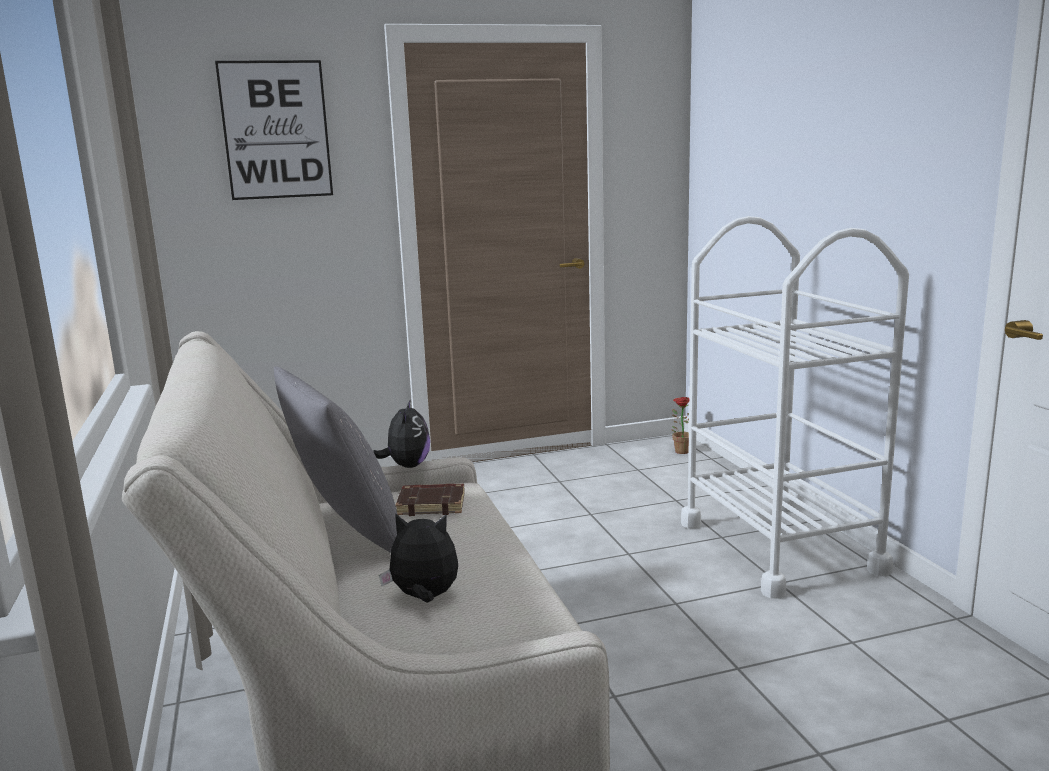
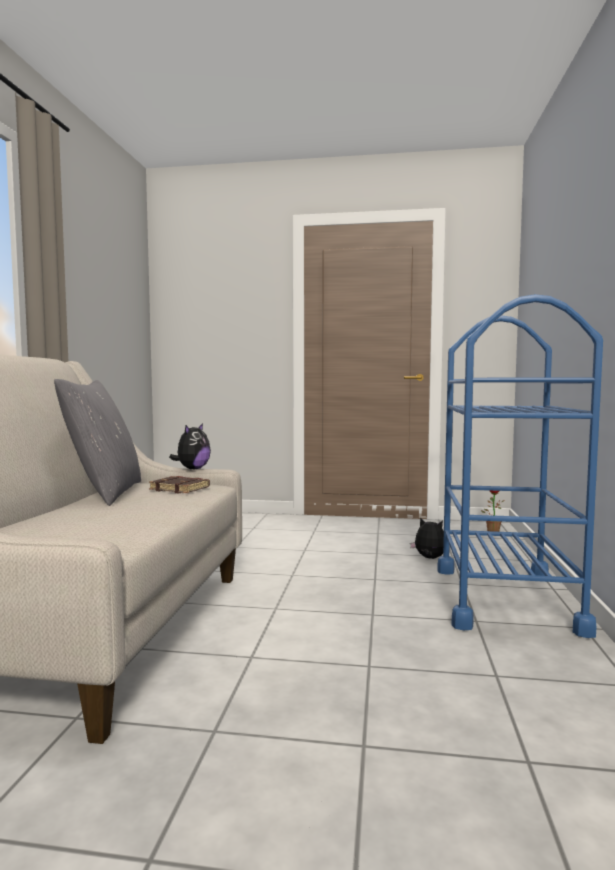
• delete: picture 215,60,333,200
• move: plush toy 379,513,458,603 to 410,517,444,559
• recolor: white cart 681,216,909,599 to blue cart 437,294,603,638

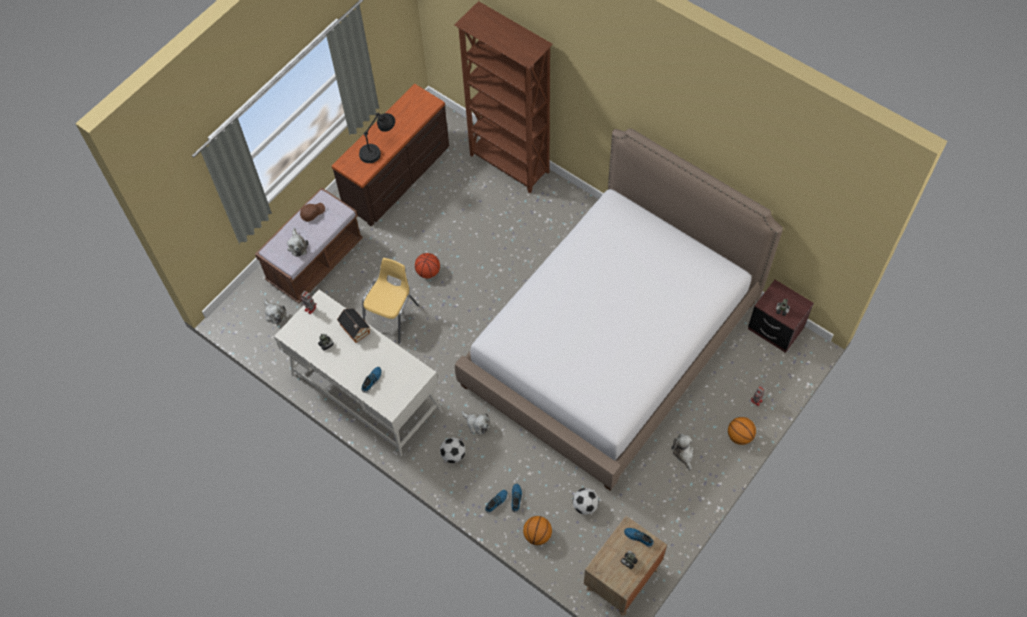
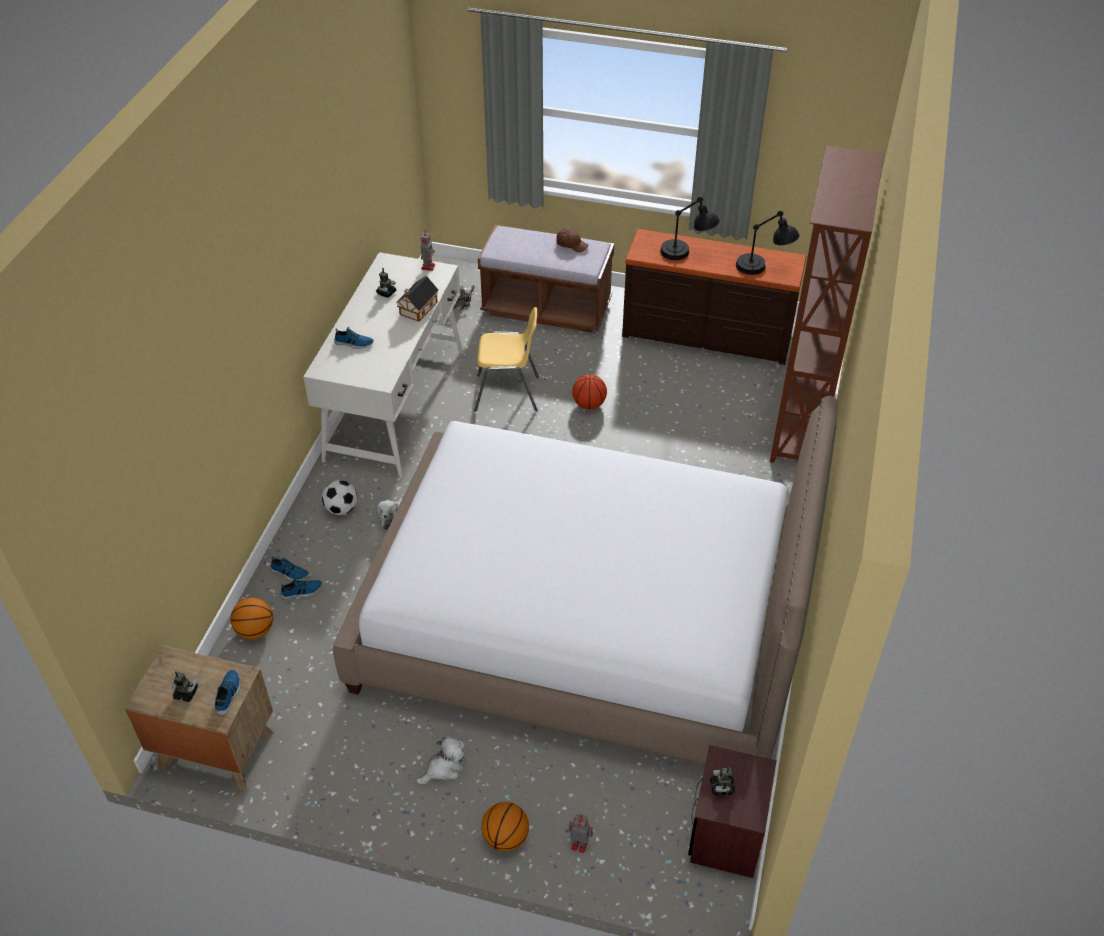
• delete: plush toy 287,228,309,257
• delete: football 573,488,599,515
• insert: black table lamp 736,210,800,275

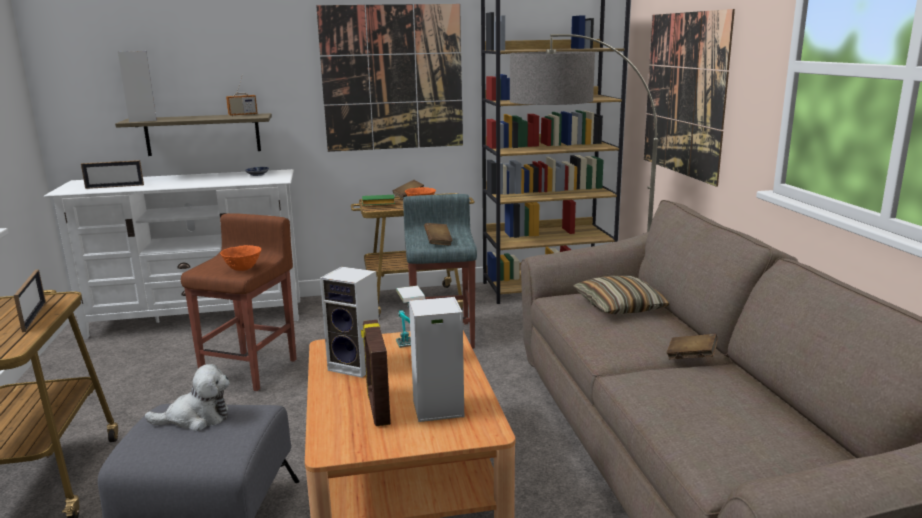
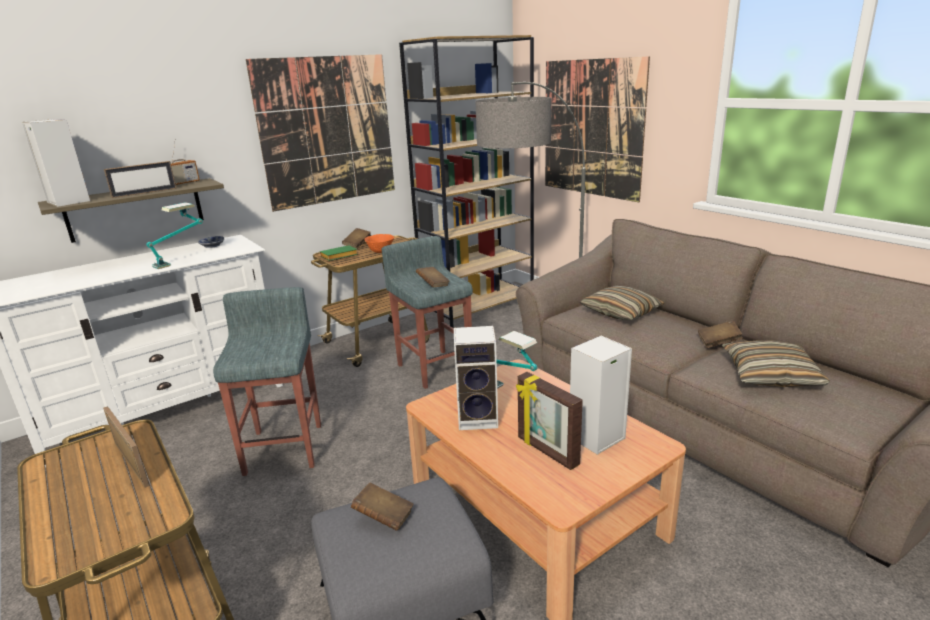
• delete: orange bowl 220,245,261,271
• insert: table lamp 146,202,203,269
• insert: pillow 722,340,830,387
• move: picture frame 81,160,144,189 to 104,161,177,198
• replace: plush toy 145,364,230,431 to brown book 351,483,414,531
• recolor: brown stool 181,213,297,391 to grey stool 213,287,321,476

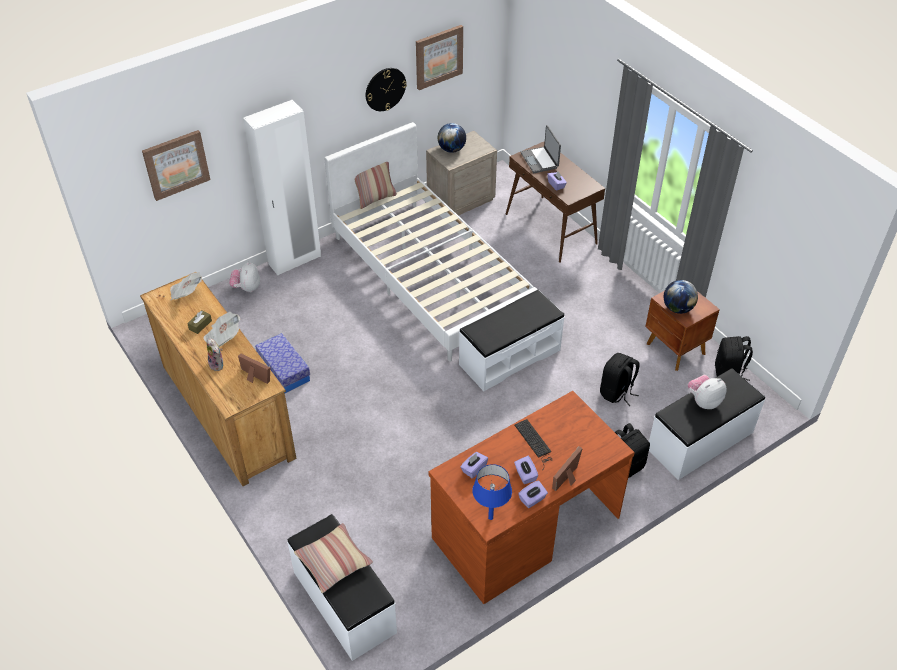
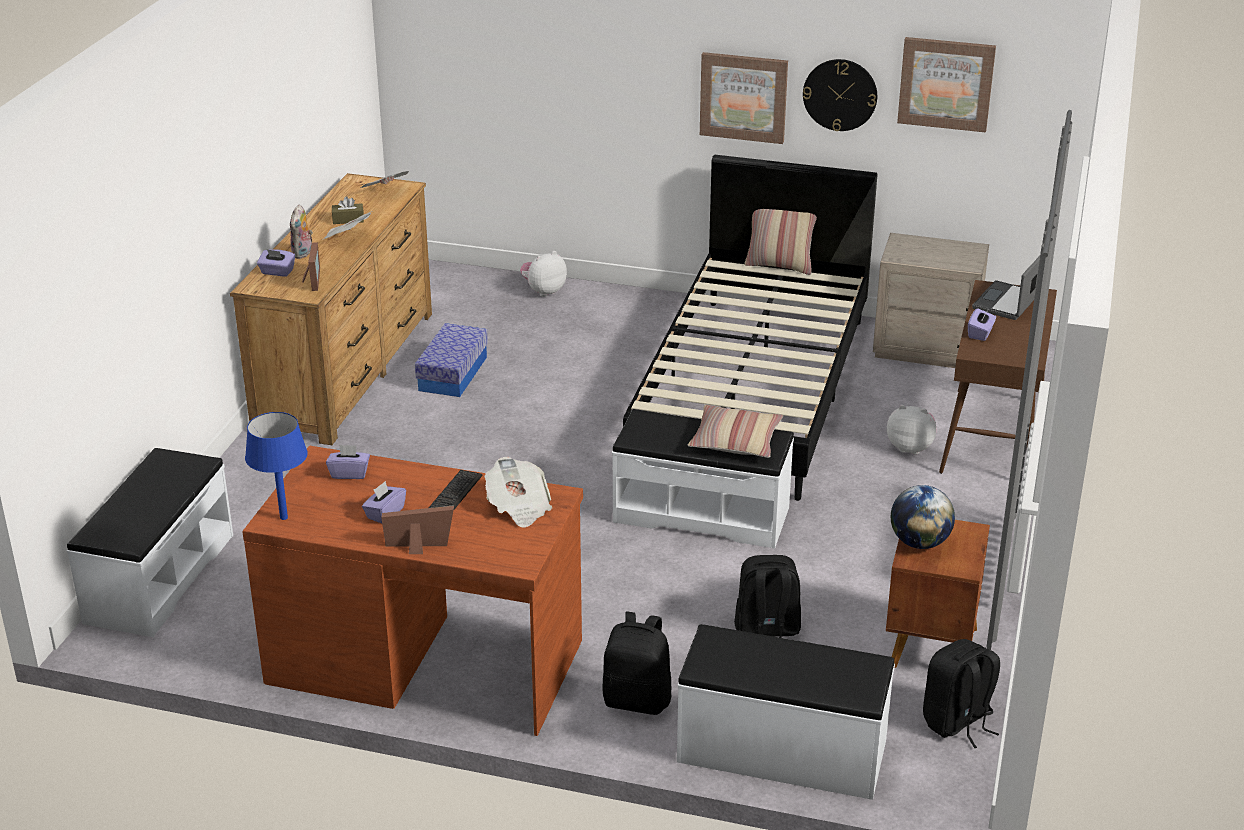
• delete: white wardrobe 243,100,321,275
• delete: globe 438,123,466,153
• insert: newspaper 485,457,552,528
• move: picture 142,130,210,201 to 700,52,788,144
• move: pillow 294,523,373,593 to 688,405,783,458
• move: purple tissue box 518,480,548,508 to 257,249,295,277
• move: plush toy 688,375,727,409 to 887,405,936,455
• recolor: white bed 324,122,538,362 to black bed 623,155,877,501

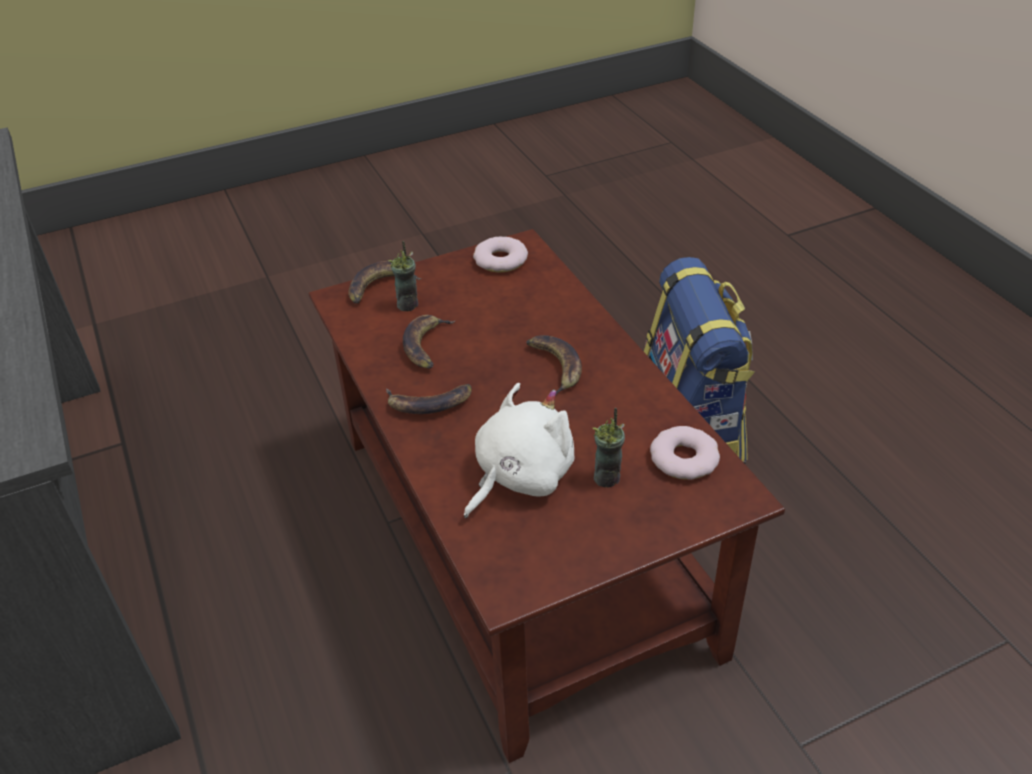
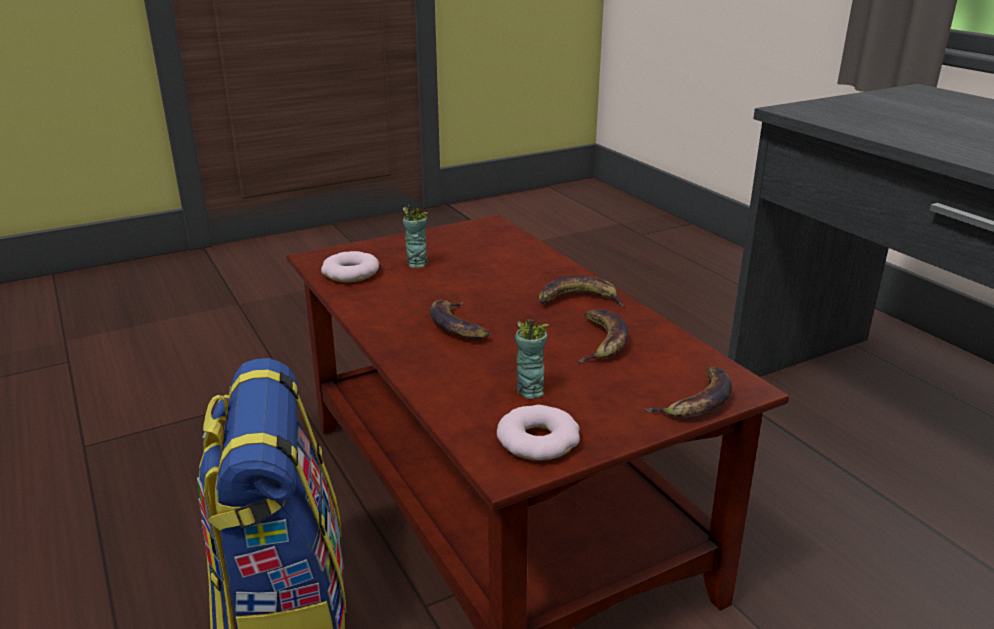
• delete: white plush toy 464,383,575,518
• move: cup 388,241,418,311 to 515,319,550,399

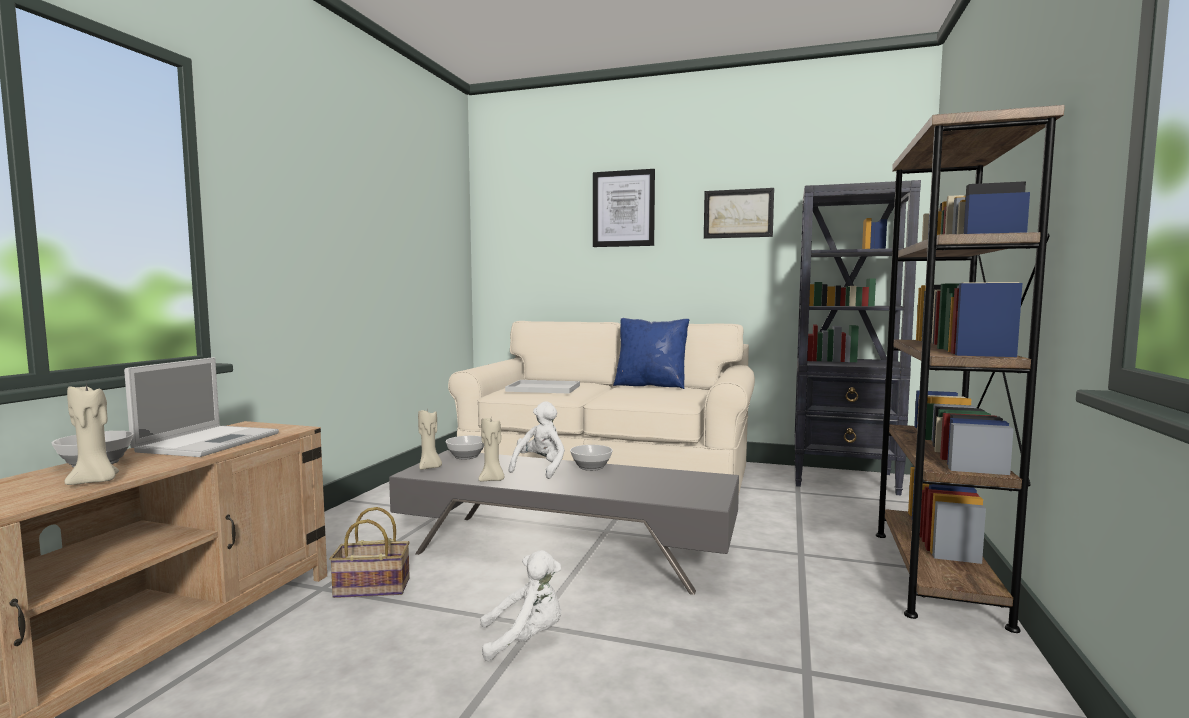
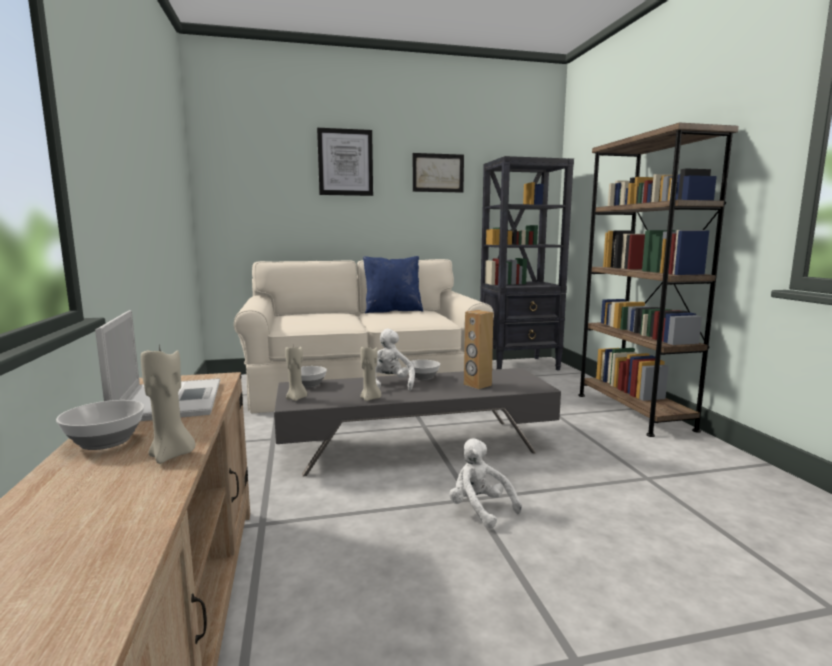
• delete: basket 329,507,410,598
• delete: white tray 505,380,580,394
• insert: brown speaker 464,310,493,389
• rotate: white plush toy 480,550,561,661 = 449,438,522,529 90 degrees counterclockwise

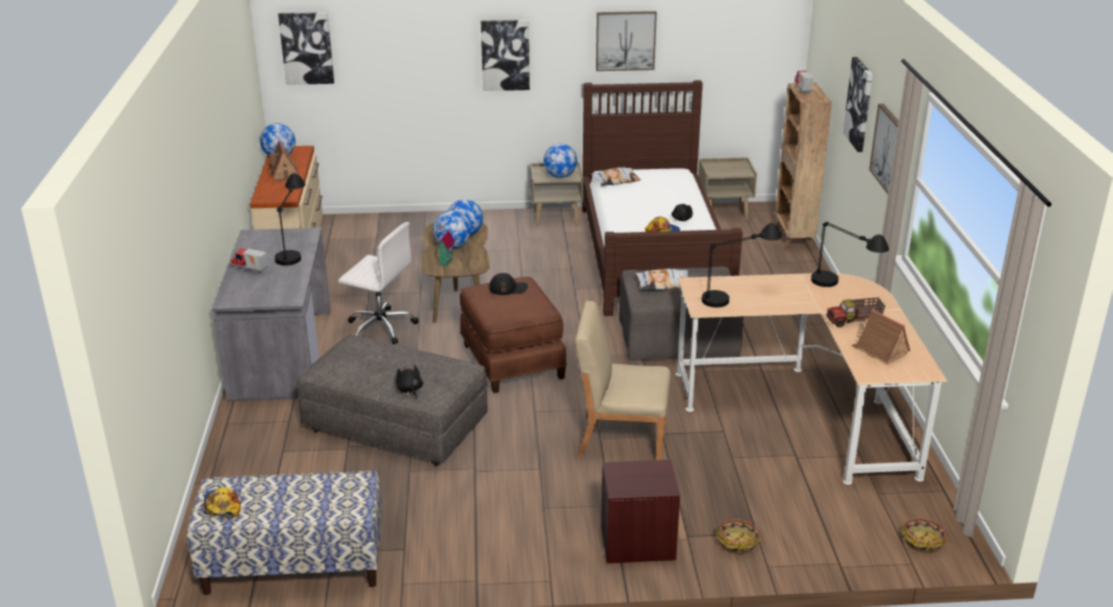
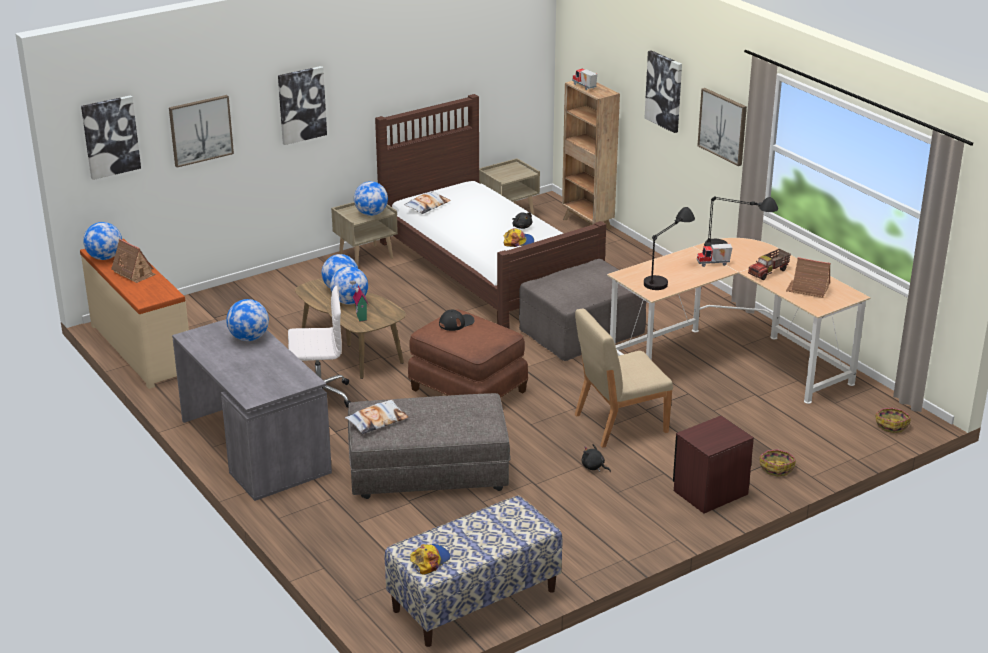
• move: toy truck 231,248,268,275 to 697,244,732,267
• move: black plush toy 396,365,423,399 to 582,444,611,472
• move: picture 596,11,657,71 to 169,95,234,168
• move: pillow 635,269,688,290 to 345,400,408,434
• replace: black table lamp 275,173,306,266 to globe 226,299,269,341
• rotate: cap 204,487,241,518 = 410,544,451,574 90 degrees clockwise

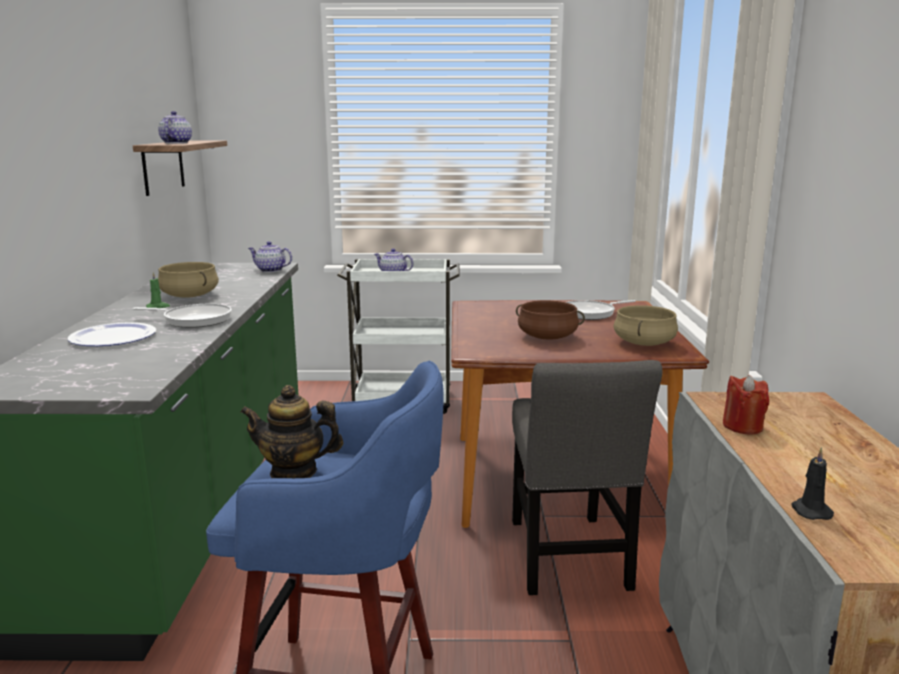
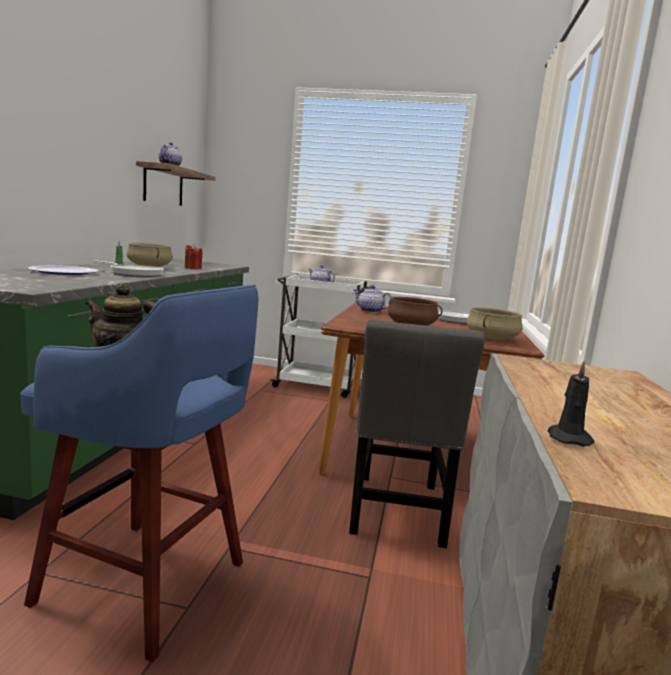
• move: teapot 248,241,292,272 to 354,285,392,313
• move: red candle 723,375,769,435 to 185,244,202,269

